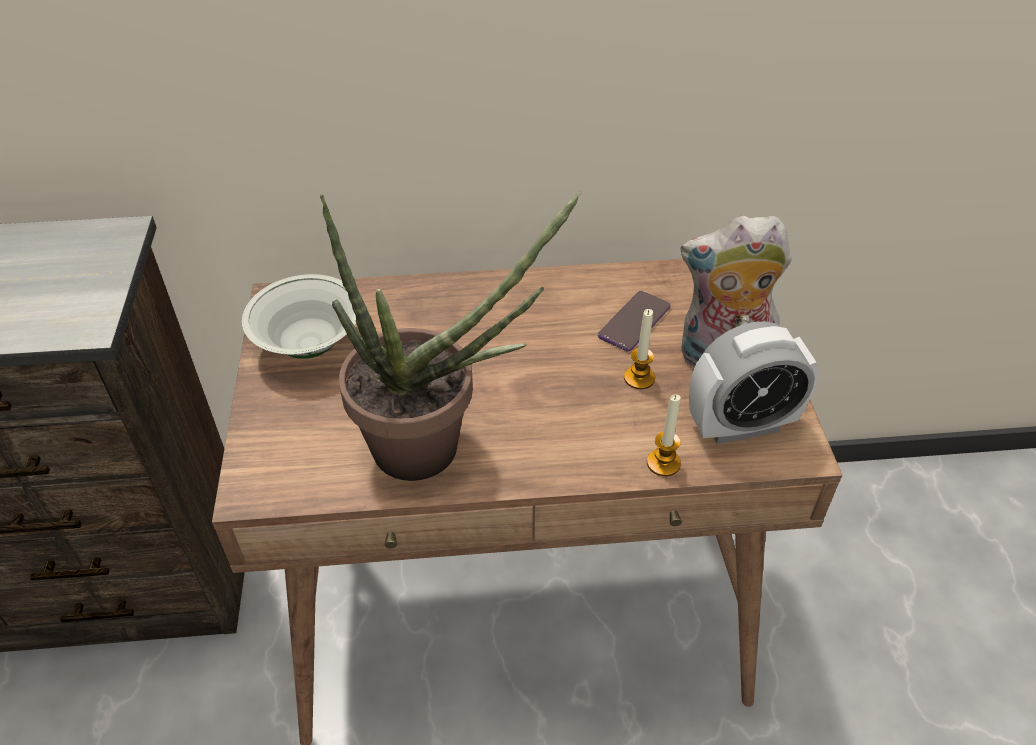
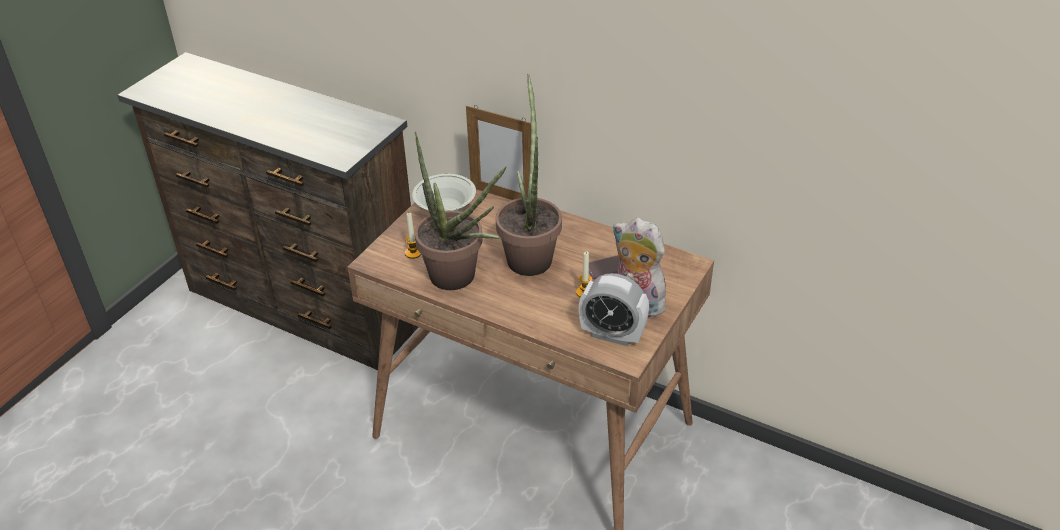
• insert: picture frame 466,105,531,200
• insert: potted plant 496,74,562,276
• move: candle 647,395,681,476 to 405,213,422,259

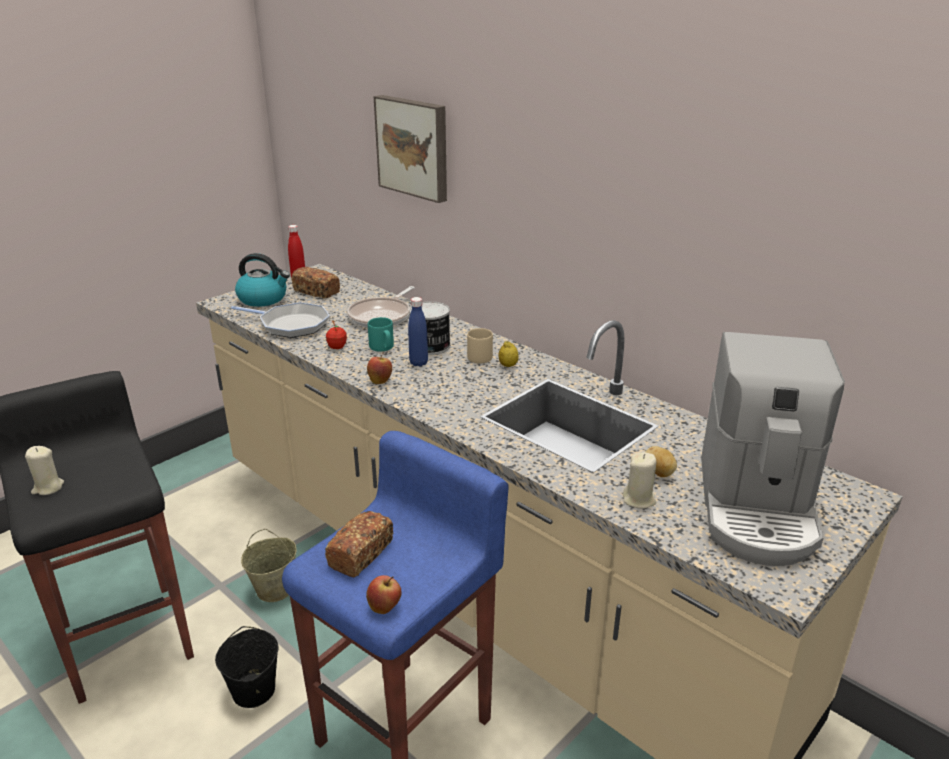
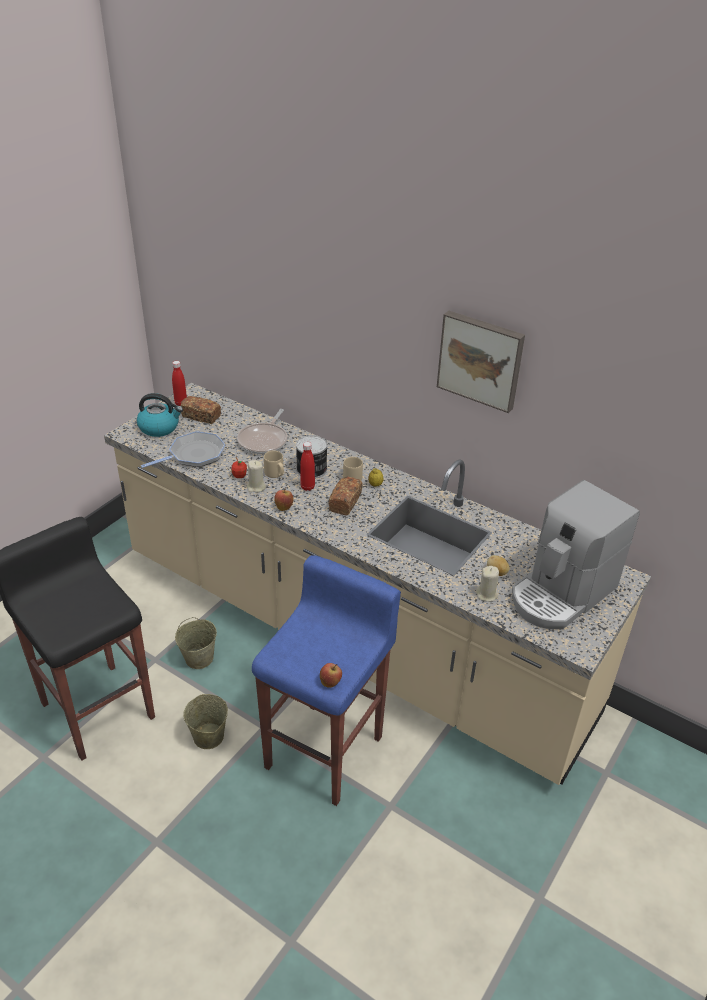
• move: beige candle 25,446,64,495 to 247,460,266,492
• move: bread 325,511,393,577 to 329,477,363,515
• move: picture 374,95,447,203 to 437,311,525,413
• recolor: black bucket 215,626,279,708 to beige bucket 183,694,228,749
• recolor: turquoise mug 368,317,394,352 to beige mug 264,451,284,478
• recolor: blue bottle 408,297,428,366 to red bottle 300,442,315,491
• rotate: frying pan 231,302,330,338 = 141,431,225,468 45 degrees counterclockwise
• rotate: coffee machine 701,332,845,566 = 512,480,640,629 45 degrees clockwise

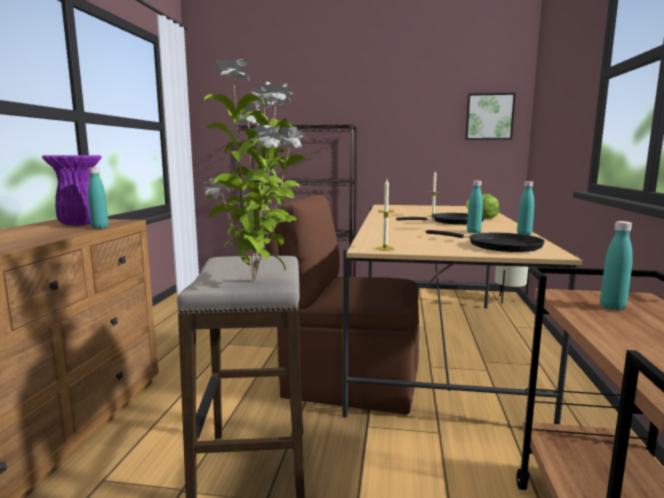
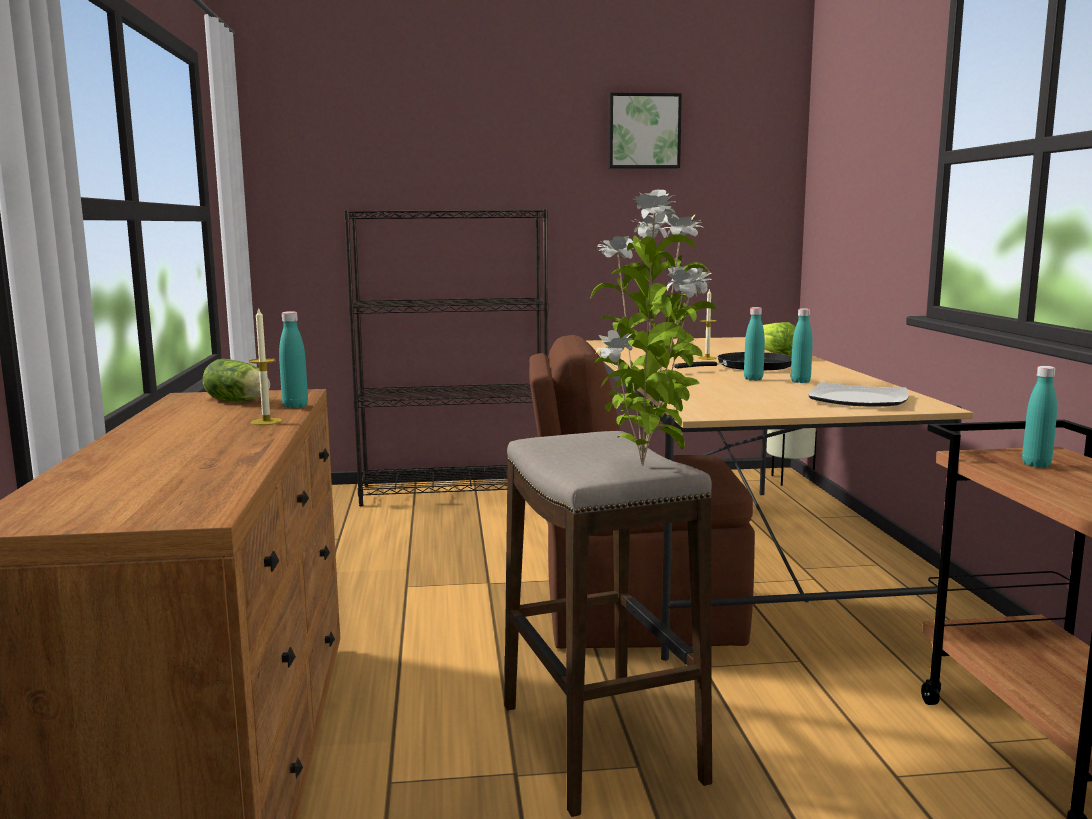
• move: candle 376,180,395,251 to 249,307,283,425
• move: picture 465,93,516,140 to 608,93,682,168
• move: turquoise bottle 517,181,534,235 to 744,307,765,380
• replace: purple vase 42,155,102,225 to lettuce 203,359,270,401
• replace: black frying pan 426,230,545,252 to plate 808,382,908,407

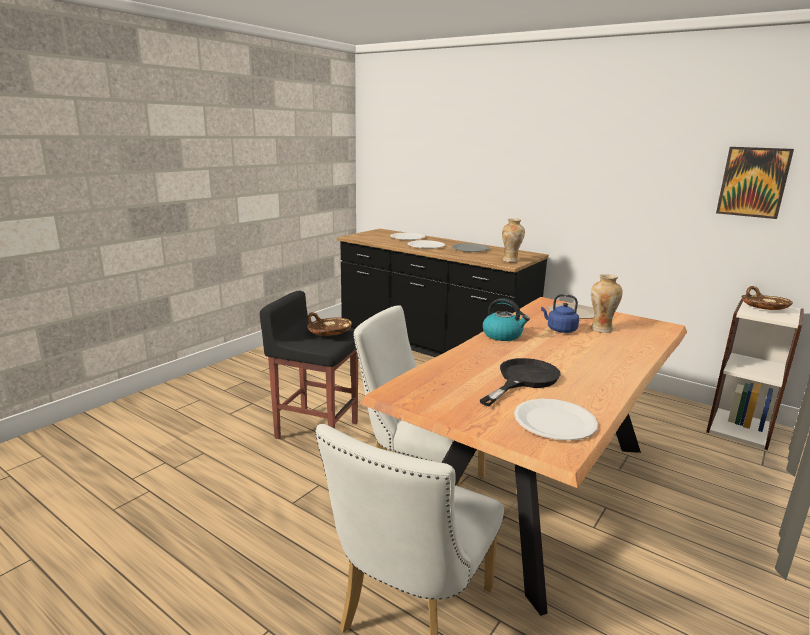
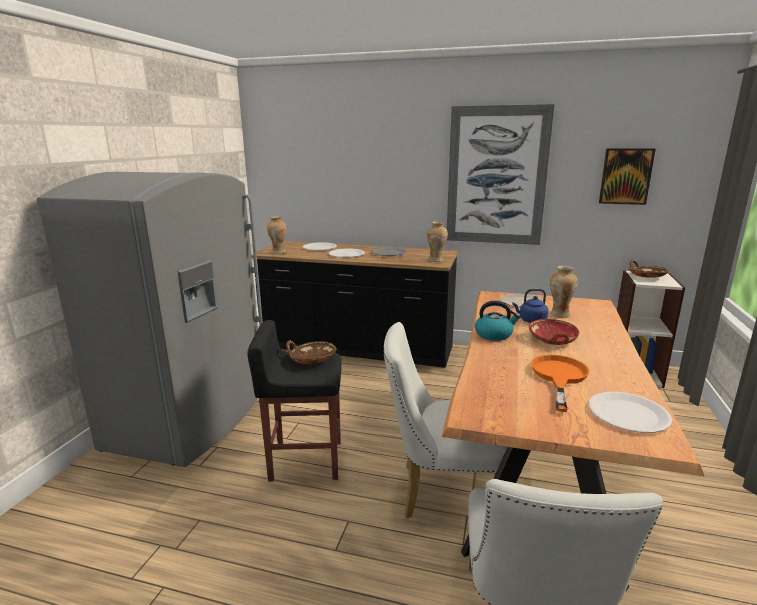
• insert: grey fridge 37,172,263,467
• insert: vase 267,216,286,254
• insert: picture 447,104,554,245
• insert: red bowl 529,319,579,345
• recolor: black frying pan 480,358,561,406 to orange frying pan 531,355,590,412

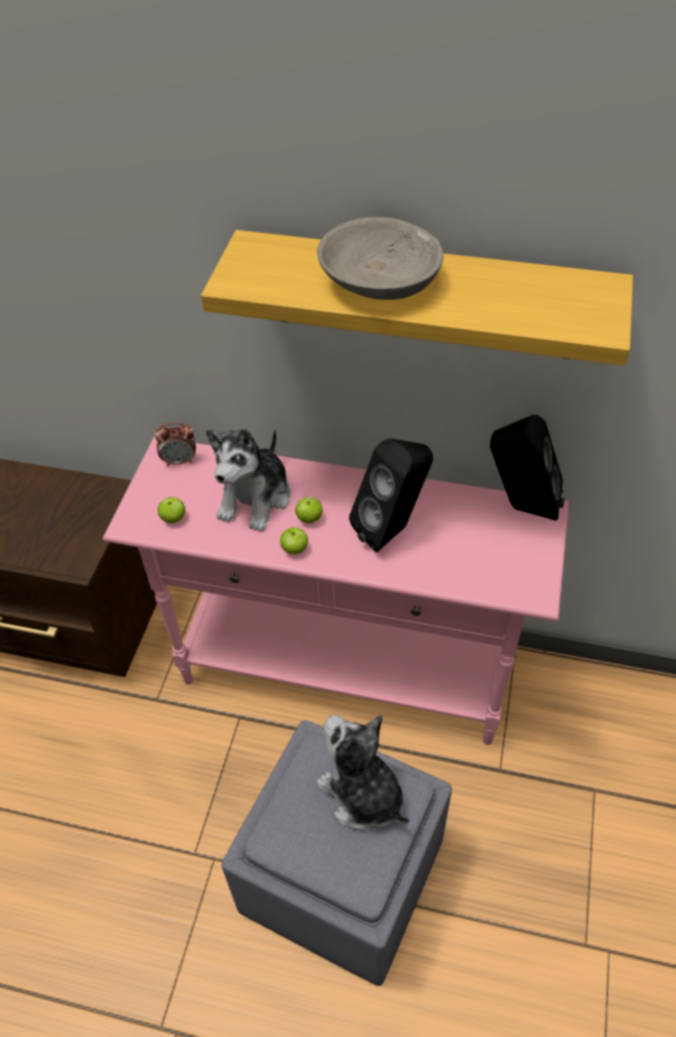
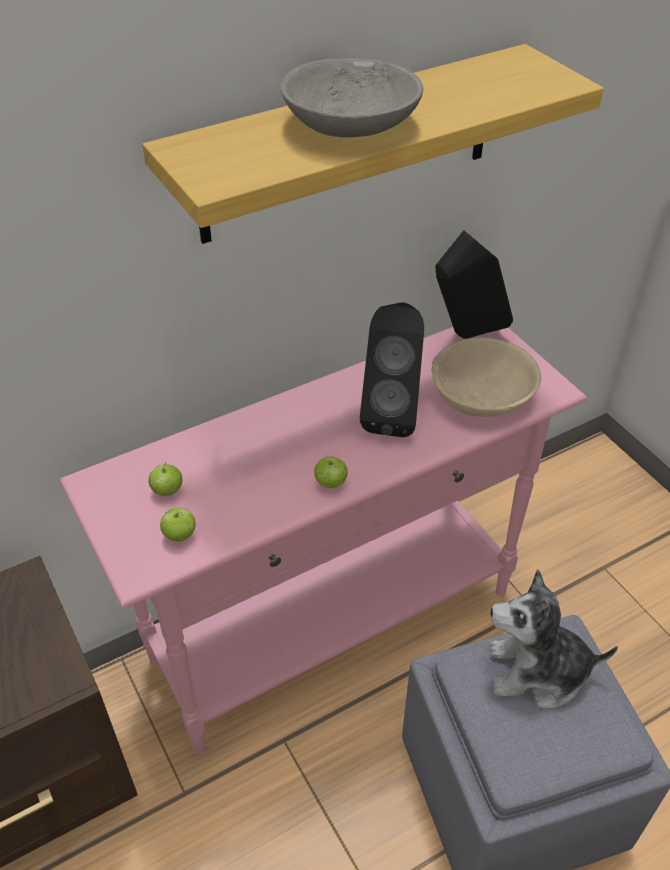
• delete: alarm clock 155,422,196,466
• delete: plush toy 206,428,291,532
• insert: beige bowl 431,337,542,417
• move: apple 295,497,323,523 to 148,462,182,496

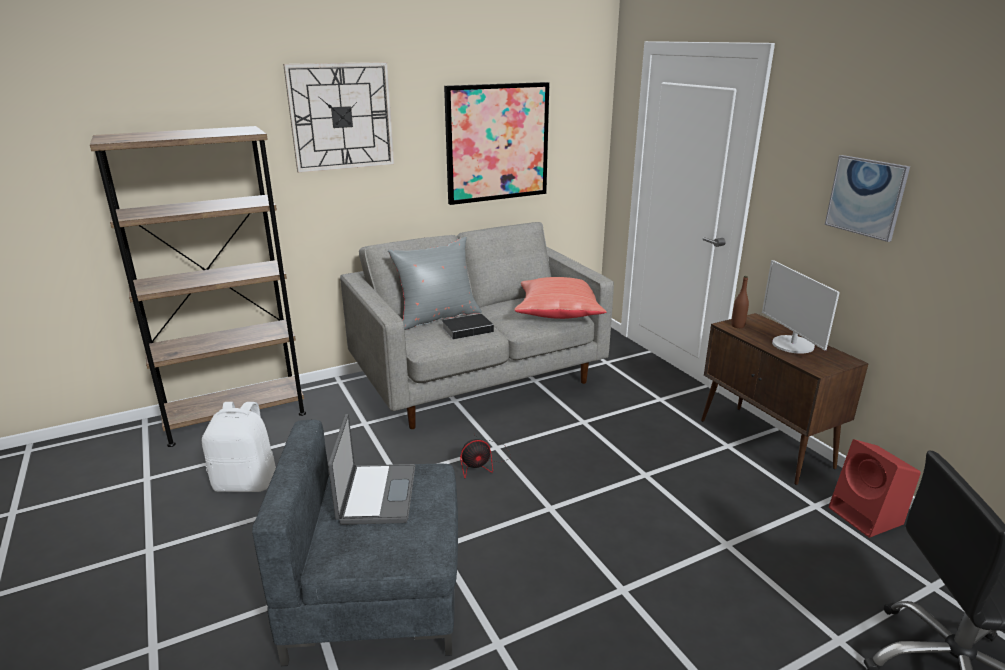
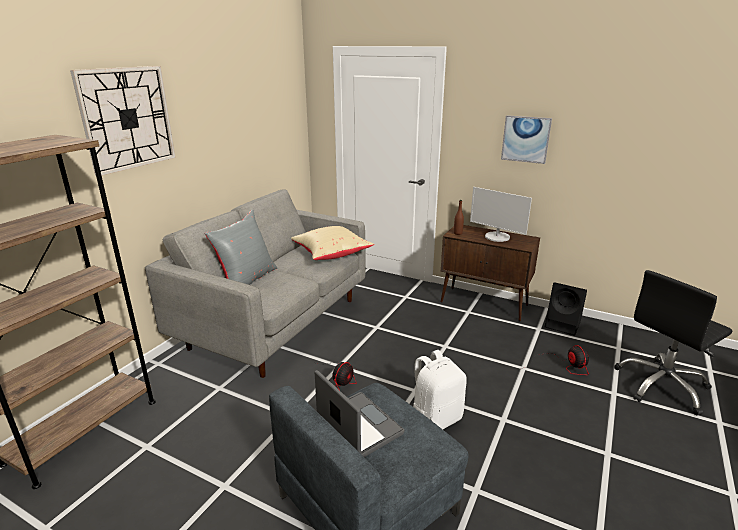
• delete: book 442,314,500,340
• delete: picture 444,82,550,205
• insert: fan 528,345,589,375
• move: white backpack 202,402,276,492 to 413,350,467,429
• recolor: red pillow 514,277,607,319 to beige pillow 291,226,374,260
• recolor: red speaker 829,439,921,538 to black speaker 545,282,587,336

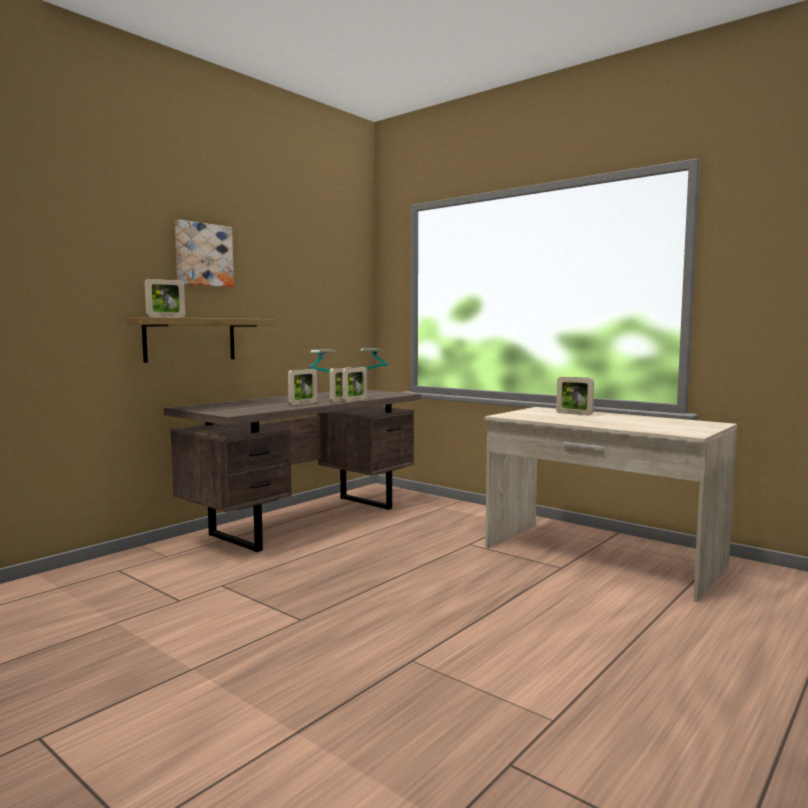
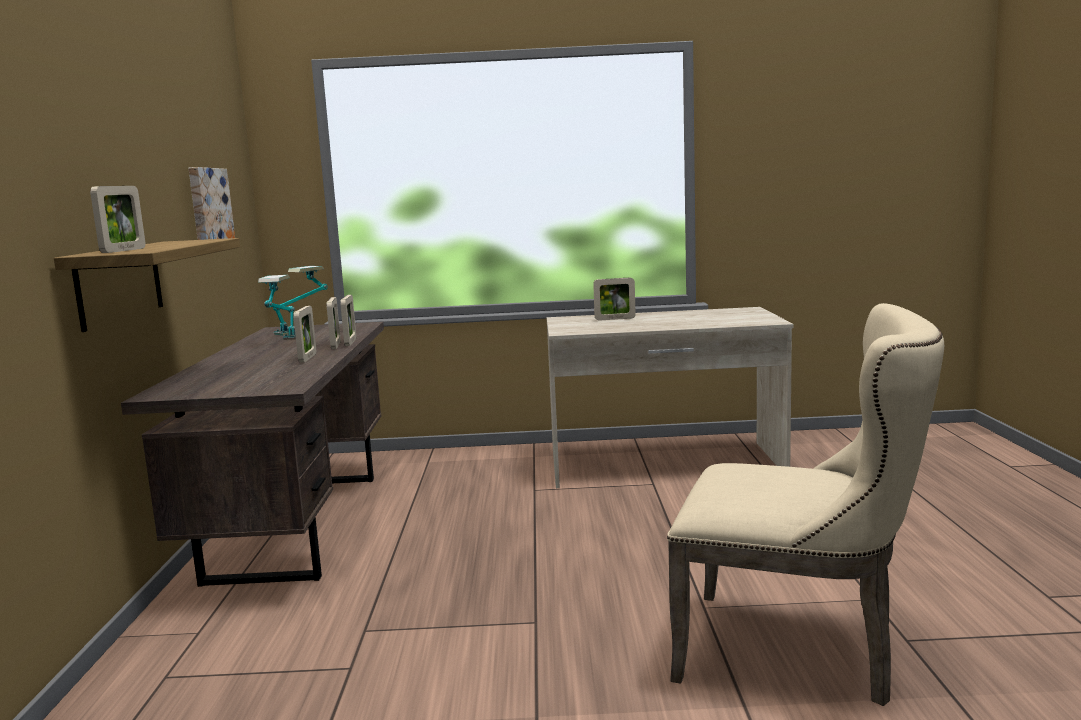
• insert: beige chair 667,303,944,706
• move: picture 175,220,234,287 to 189,167,235,240

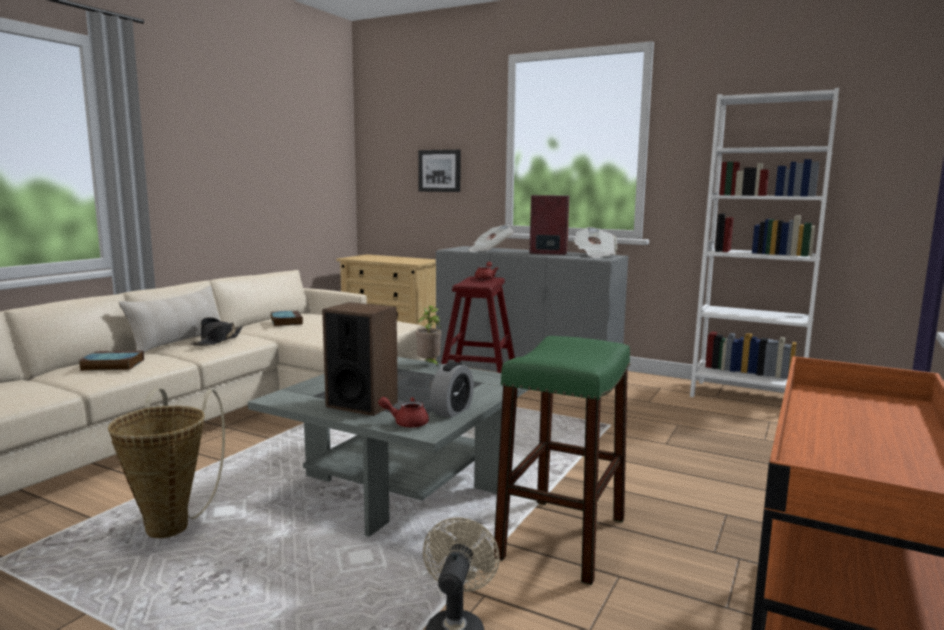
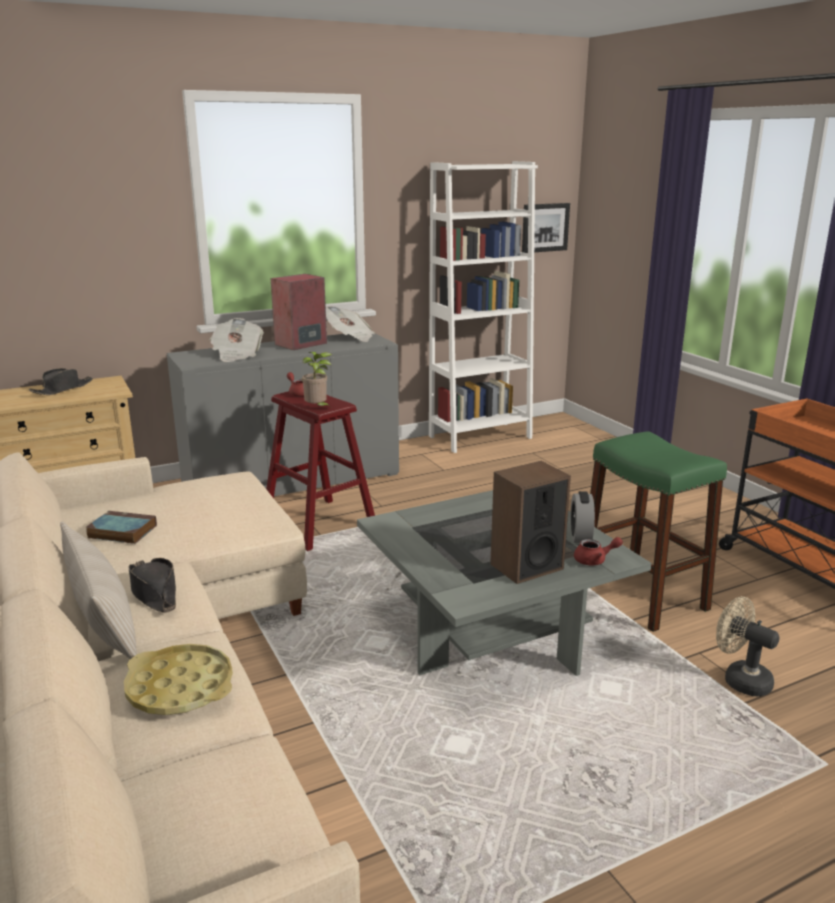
• delete: basket 108,389,225,538
• insert: black hat 29,368,93,395
• move: potted plant 415,305,442,367 to 302,352,332,408
• move: picture 418,150,461,192 to 522,203,570,253
• replace: book 78,351,144,371 to yellow tray 124,644,233,715
• rotate: red teapot 378,397,429,428 = 574,537,623,565 135 degrees counterclockwise
• rotate: alarm clock 430,362,474,418 = 570,491,595,543 150 degrees counterclockwise

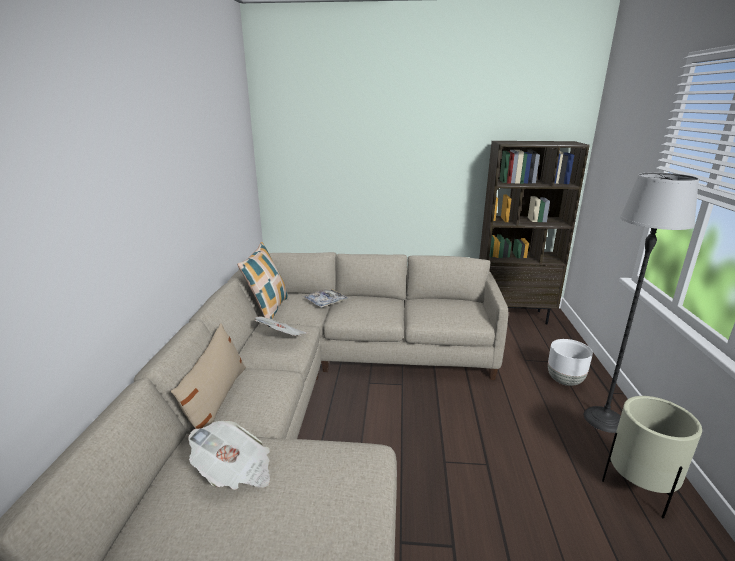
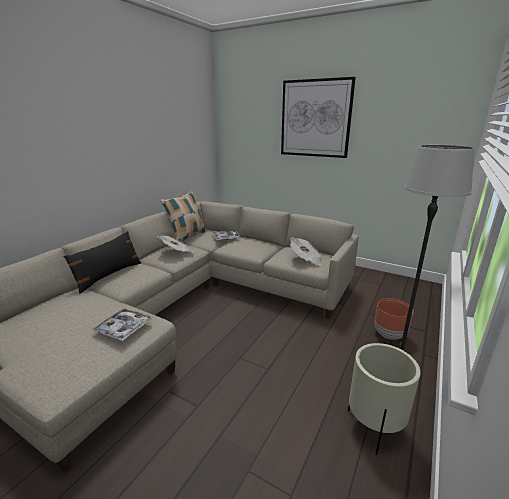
• delete: brown bookcase 479,141,590,324
• insert: tray 92,308,153,341
• insert: picture 281,77,356,158
• move: newspaper 188,421,270,490 to 290,237,322,265
• recolor: beige pillow 171,323,246,429 to black pillow 63,231,142,294
• recolor: white planter 548,339,593,386 to brown planter 375,298,414,340

